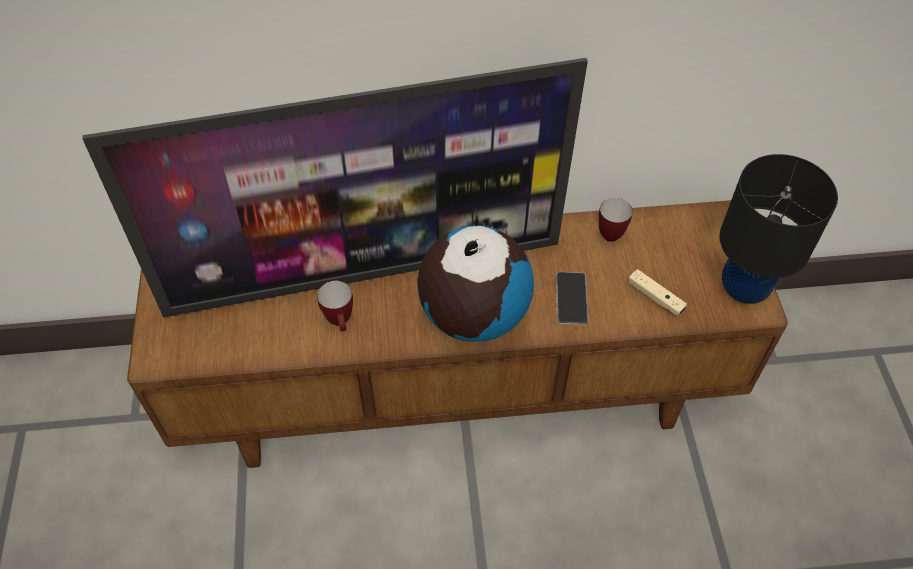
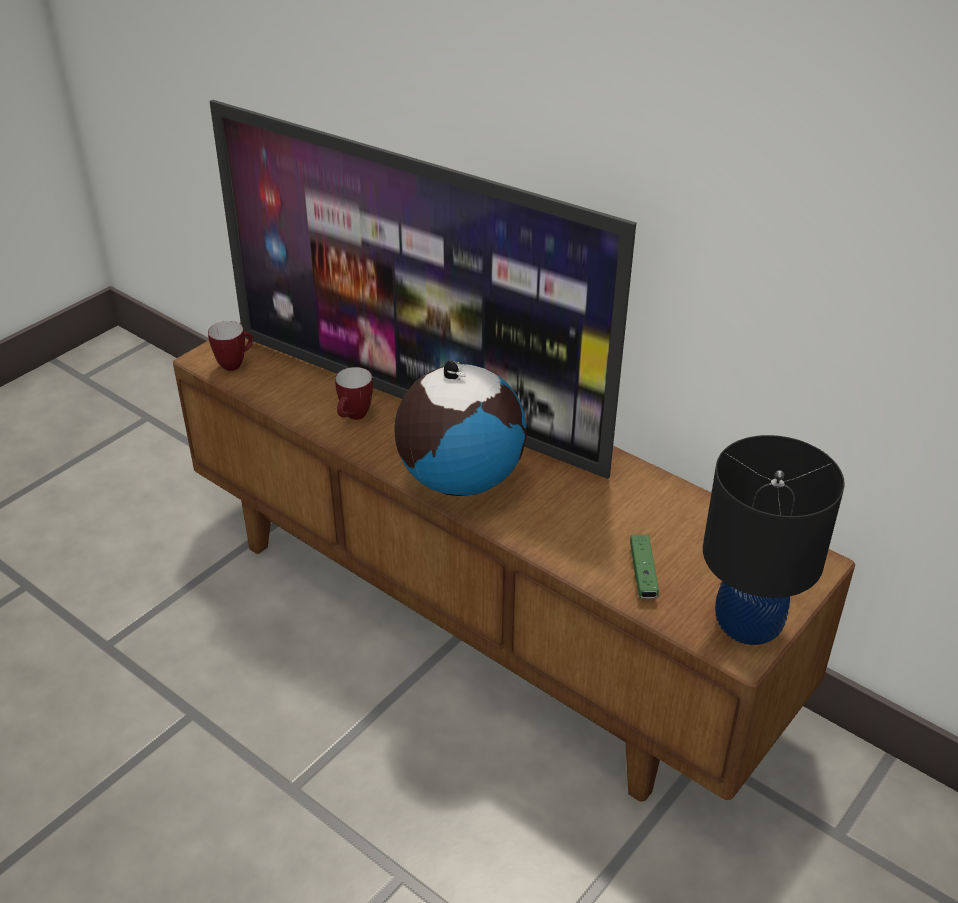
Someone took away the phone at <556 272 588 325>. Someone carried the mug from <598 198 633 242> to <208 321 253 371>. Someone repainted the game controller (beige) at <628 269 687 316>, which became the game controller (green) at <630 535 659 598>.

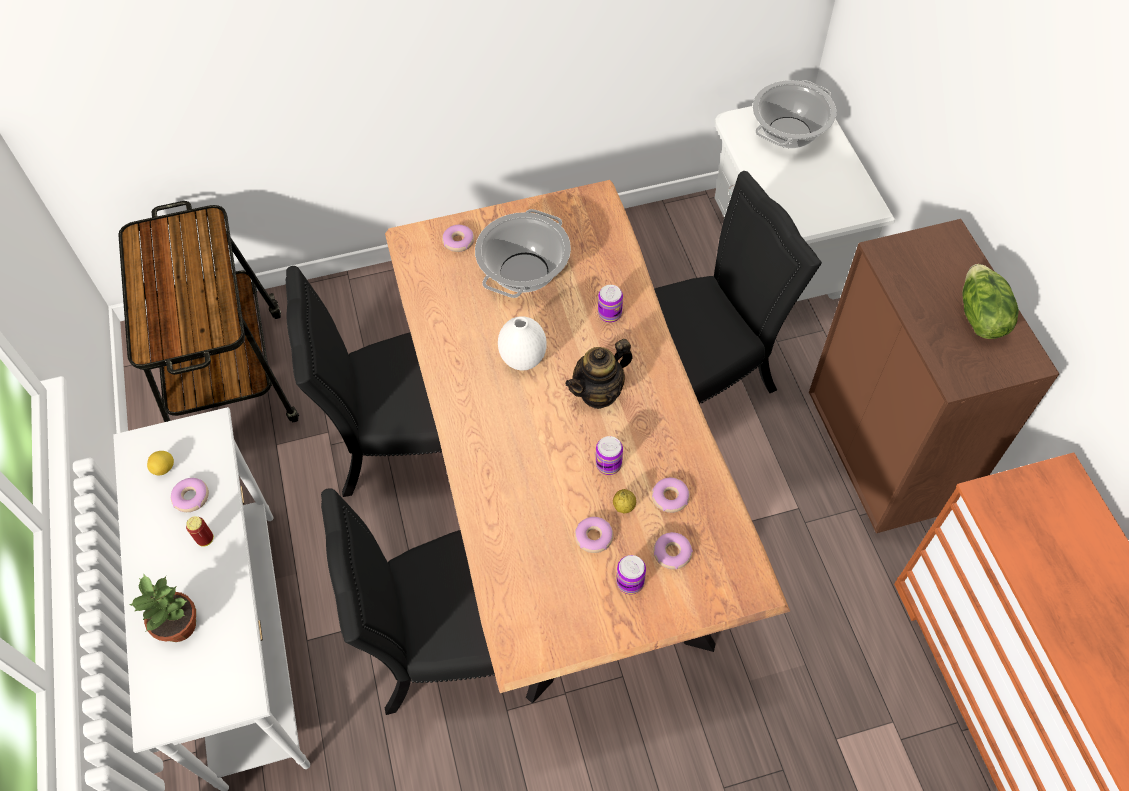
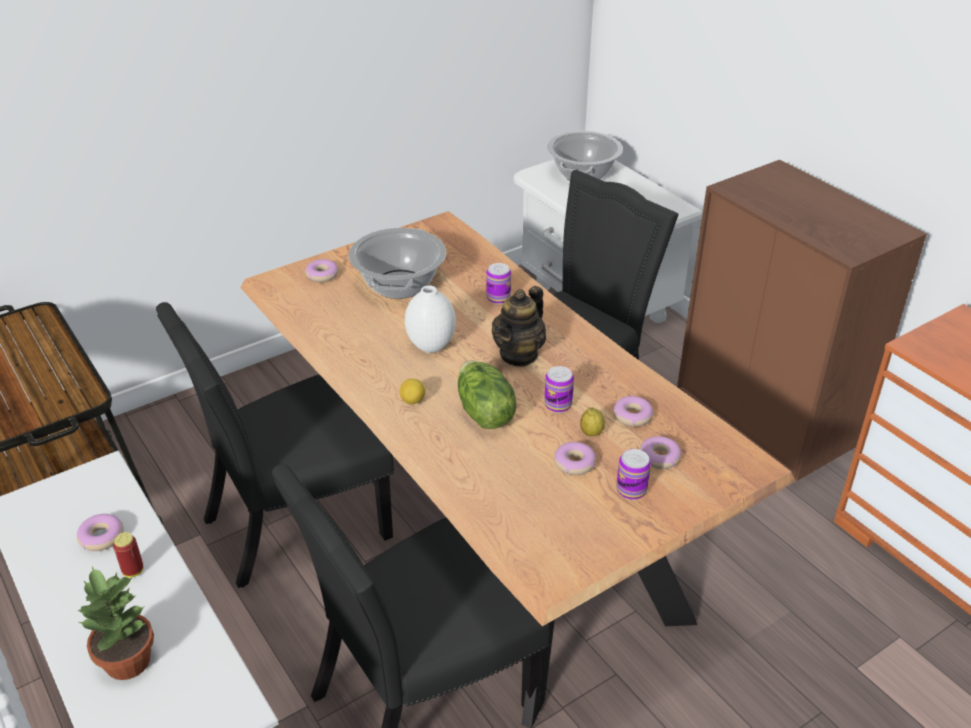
Someone carried the lemon from <147 451 174 475> to <400 379 425 404>. Someone carried the lettuce from <962 264 1019 339> to <458 361 516 429>.

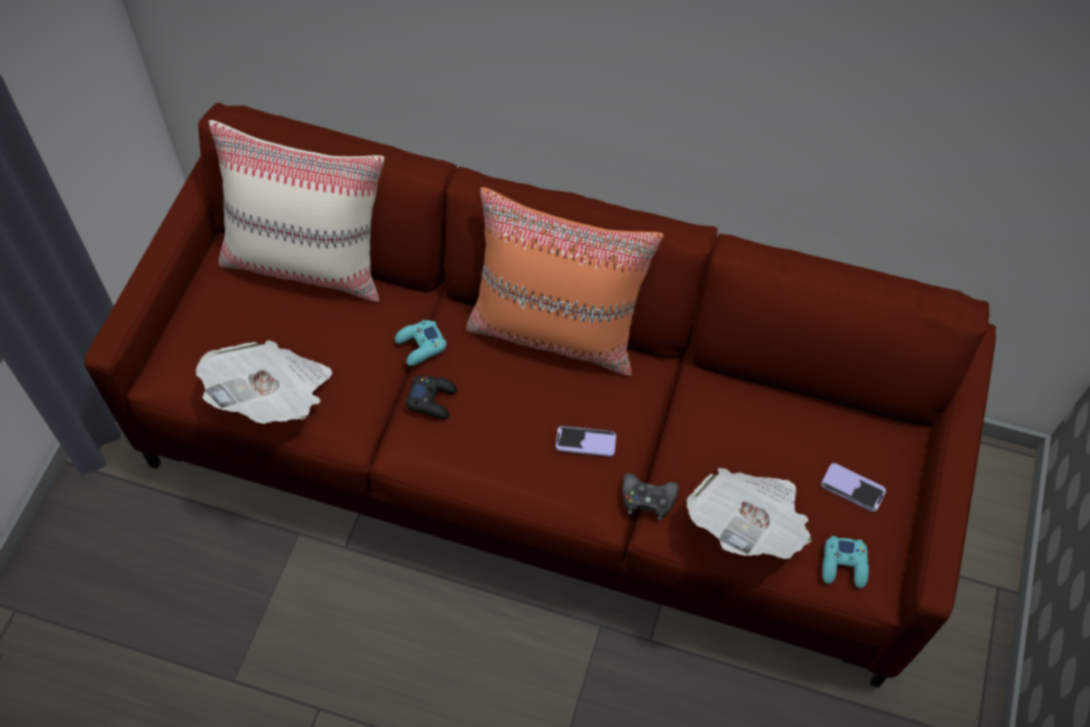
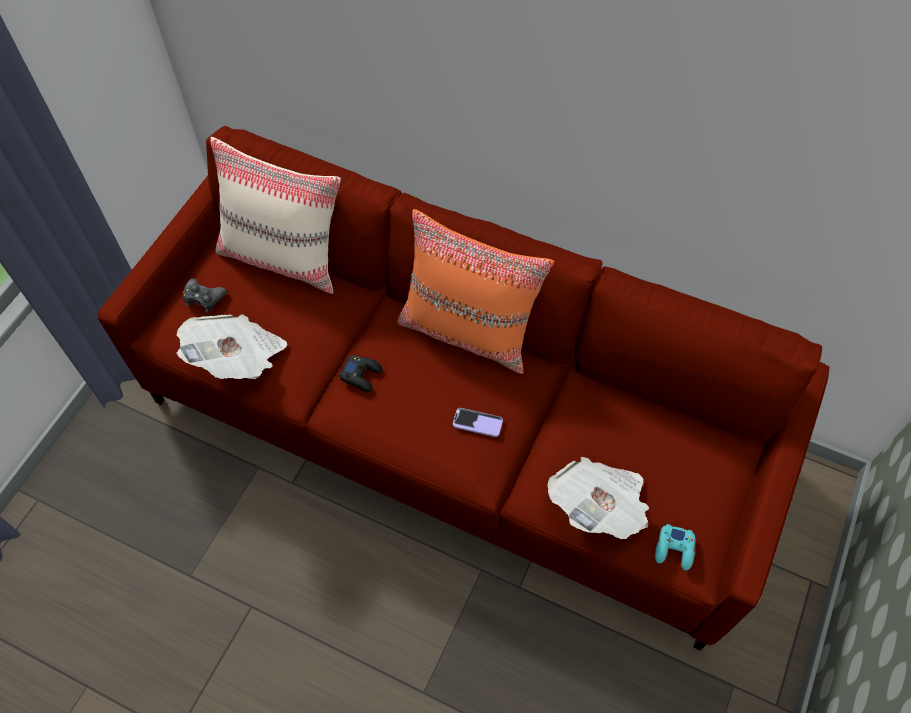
Someone took away the game controller (turquoise) at <395 320 447 366>. Someone took away the phone at <821 463 886 512>. Someone carried the game controller (black) from <622 473 679 520> to <183 278 227 313>.

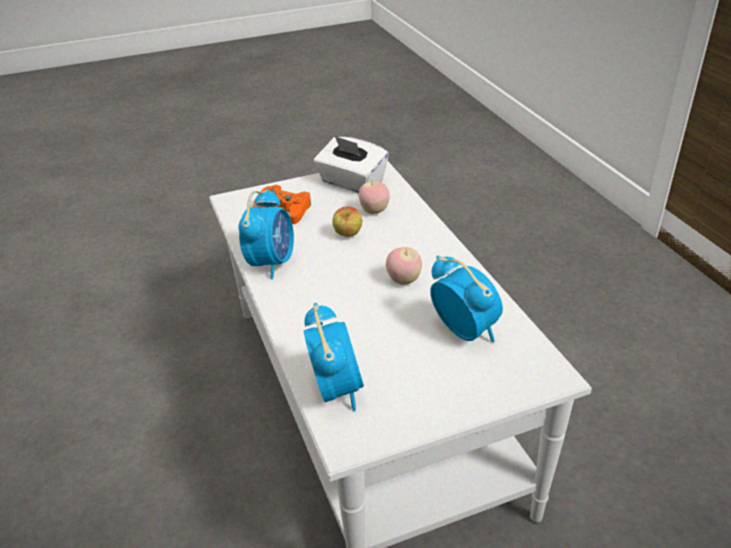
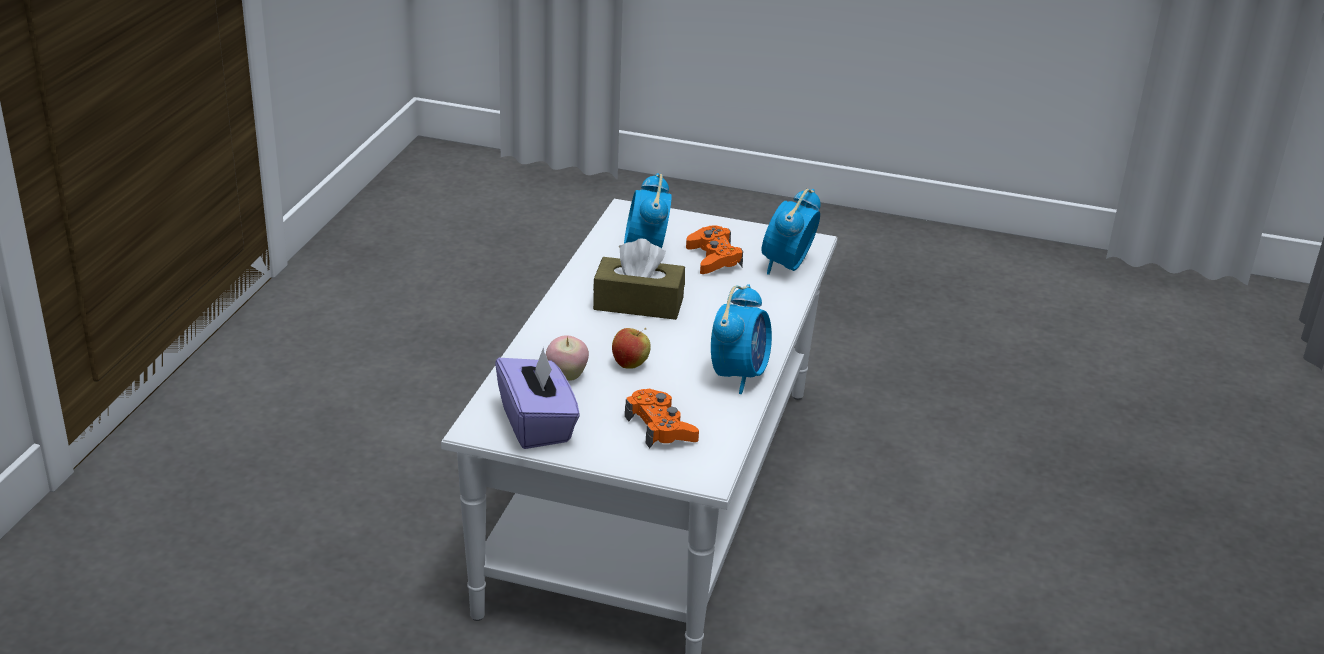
Someone put down the game controller (orange) at <686 225 743 274>. Someone swapped the apple at <386 247 422 285> for the tissue box (brown) at <593 238 685 320>. Someone repainted the tissue box (white) at <314 135 389 193>, which became the tissue box (purple) at <495 347 580 449>. Someone rotated the alarm clock at <239 189 294 279> by 150 degrees clockwise.

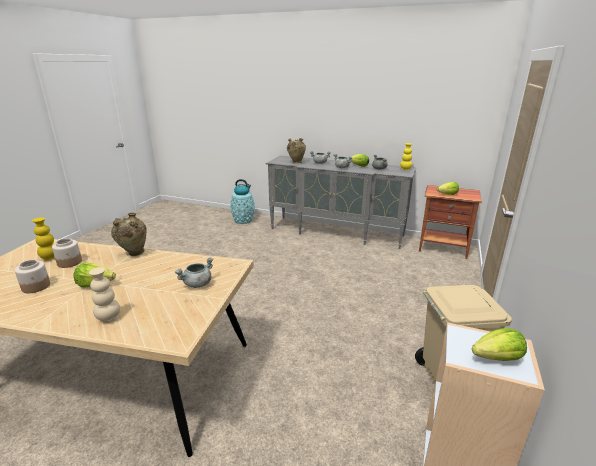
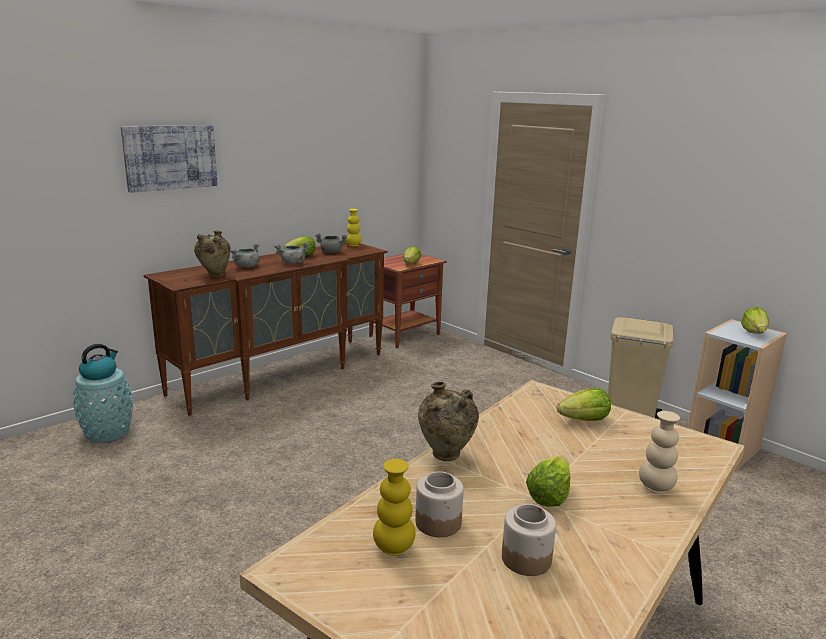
Someone put up the picture at <121 125 218 193>. Someone swapped the cooking pot (grey) at <175 257 214 288> for the lettuce at <557 388 611 421>. Someone repainted the cabinet (grey) at <266 155 416 249>, which became the cabinet (brown) at <143 242 388 416>.

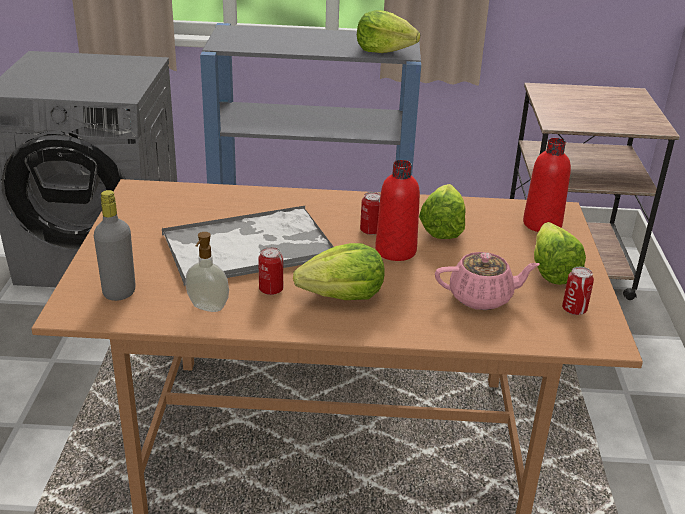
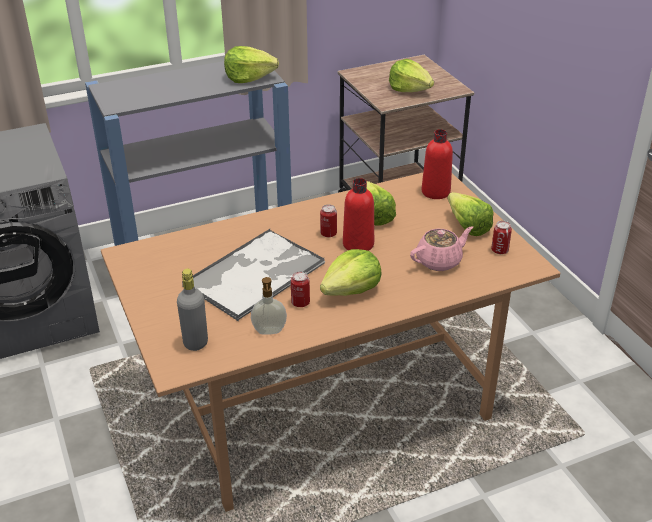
Someone put down the lettuce at <389 59 434 92>.

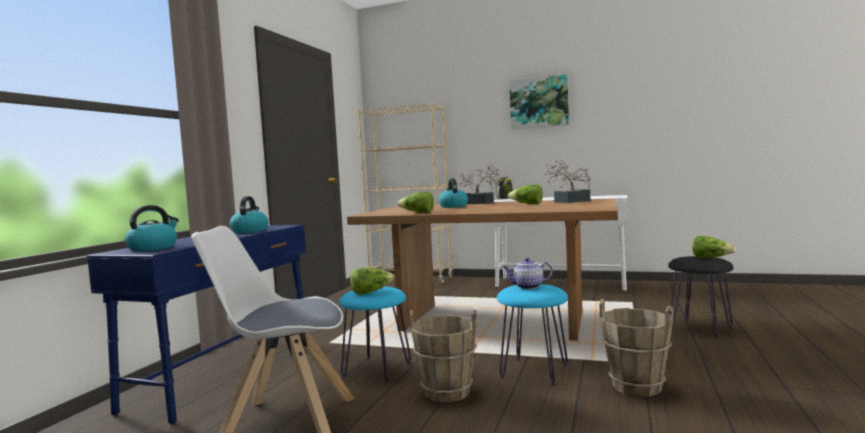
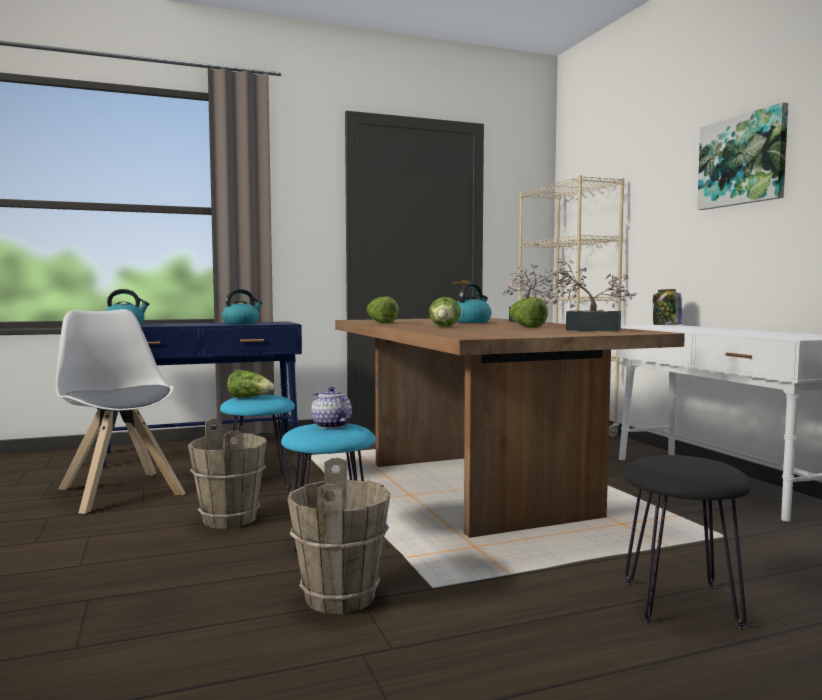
Someone carried the lettuce from <692 236 736 258> to <429 297 461 327>.

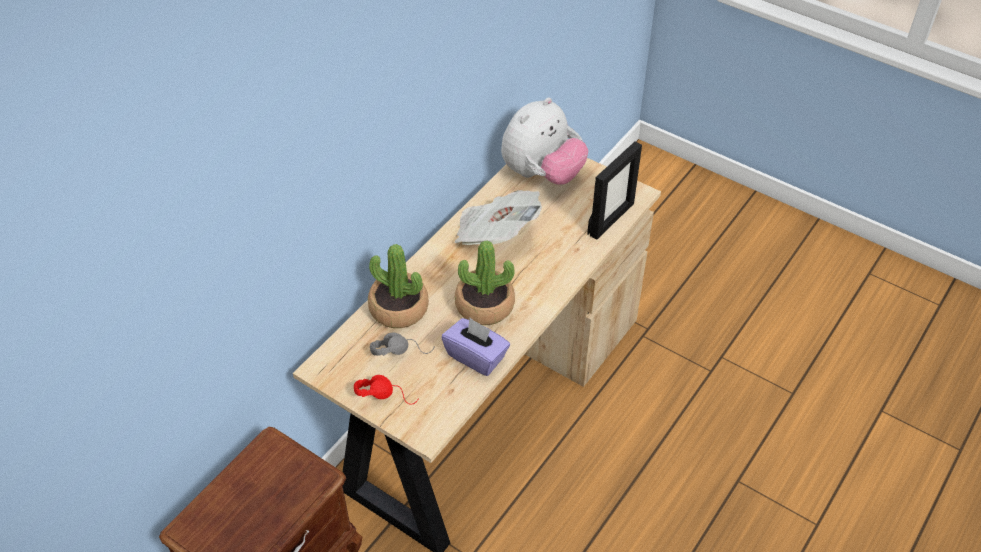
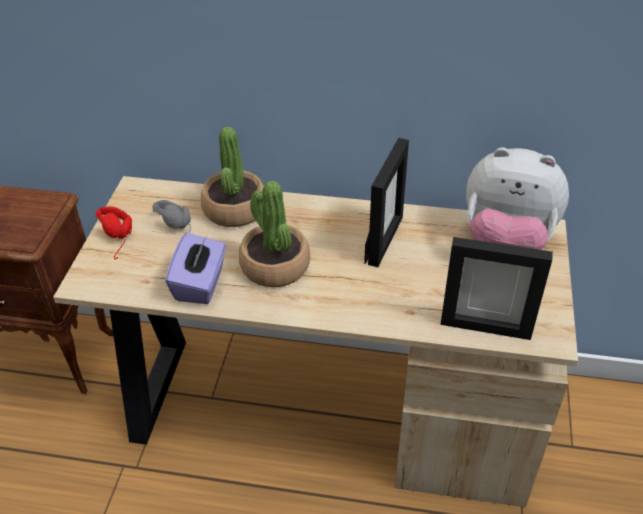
Someone swapped the newspaper at <455 190 542 245> for the picture frame at <364 138 409 267>.

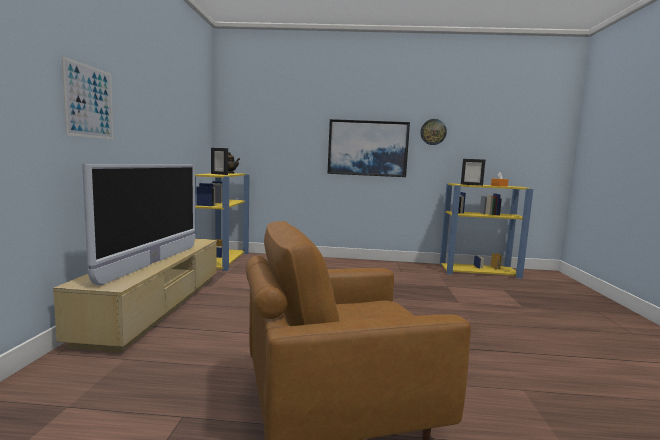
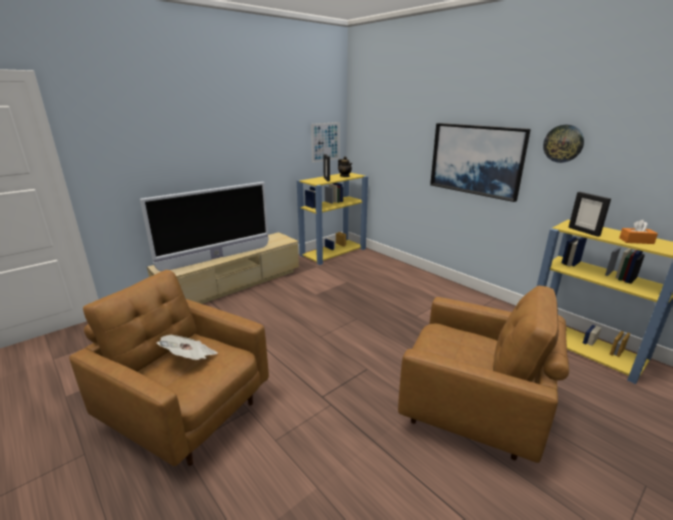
Someone put down the newspaper at <156 335 218 360>. Someone put down the armchair (brown) at <398 286 569 463>. Someone carried the picture from <62 56 114 140> to <311 122 340 163>.

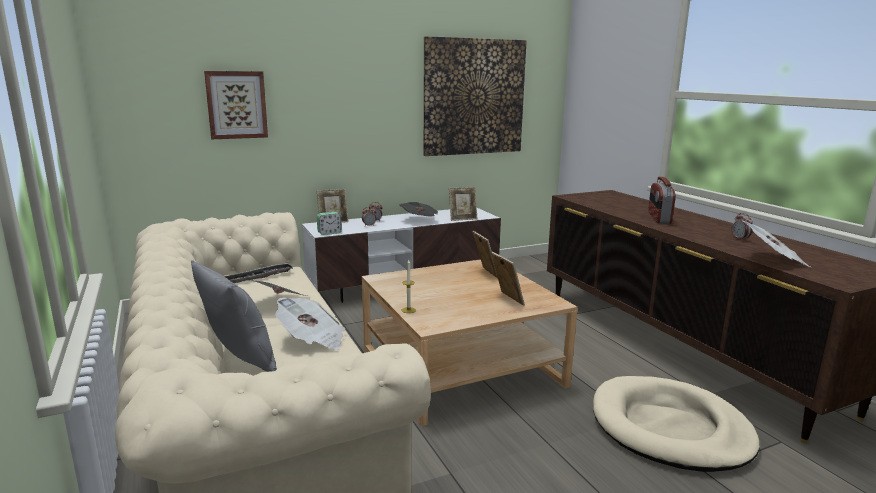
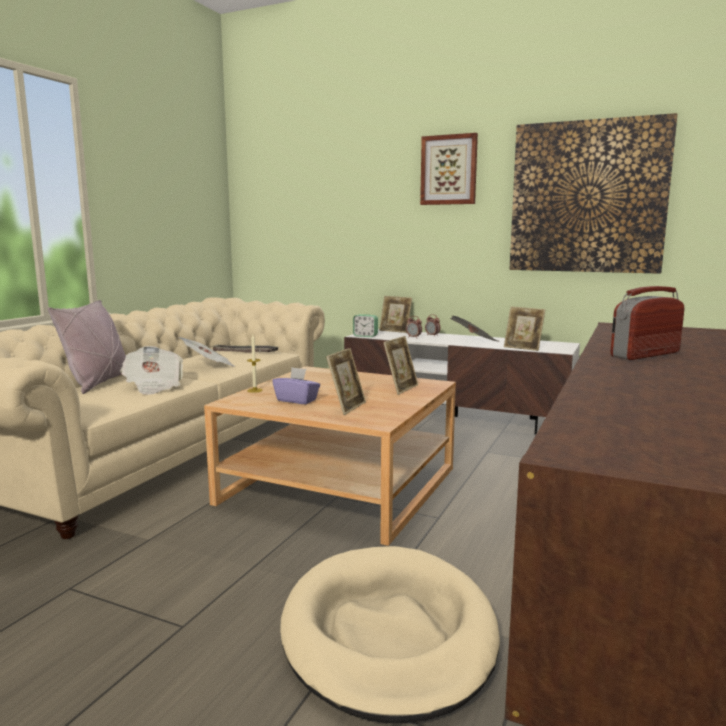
Someone took away the alarm clock at <732 213 753 241>. Someone took away the newspaper at <742 220 810 267>. Someone put down the tissue box (purple) at <272 367 320 404>. Someone carried the picture from <204 71 268 139> to <420 133 478 205>. Someone repainted the pillow (grey) at <191 260 277 372>, which became the pillow (purple) at <48 300 126 394>.

